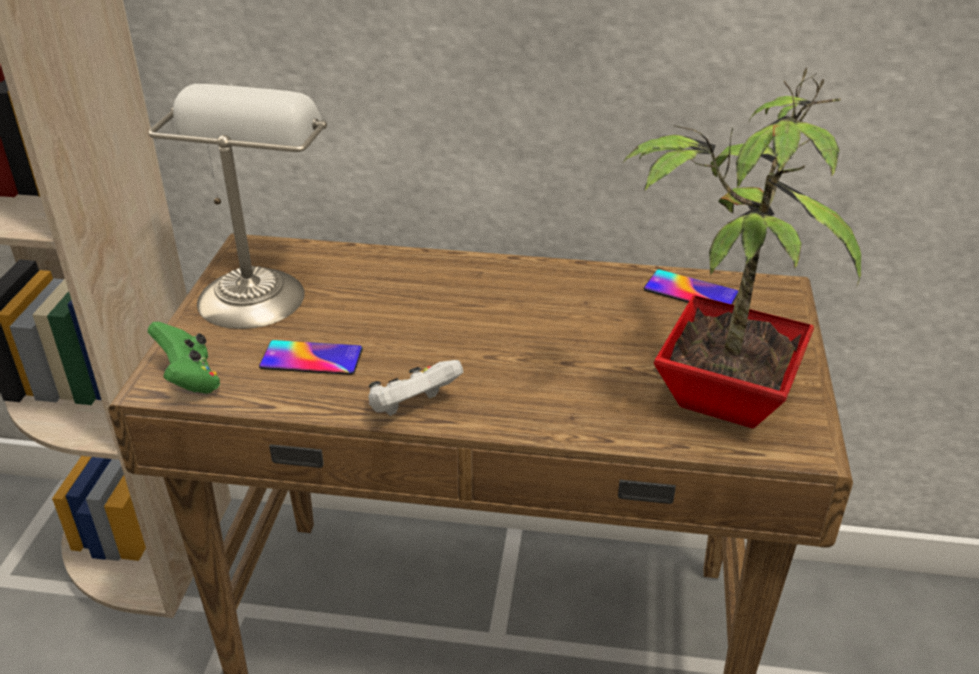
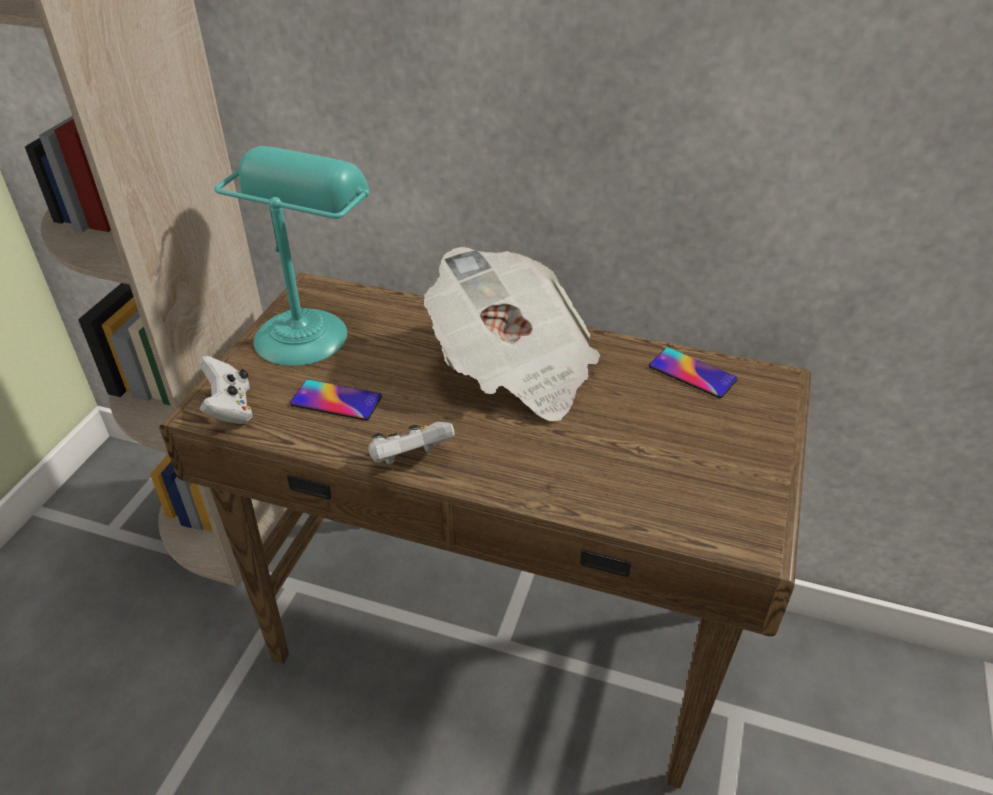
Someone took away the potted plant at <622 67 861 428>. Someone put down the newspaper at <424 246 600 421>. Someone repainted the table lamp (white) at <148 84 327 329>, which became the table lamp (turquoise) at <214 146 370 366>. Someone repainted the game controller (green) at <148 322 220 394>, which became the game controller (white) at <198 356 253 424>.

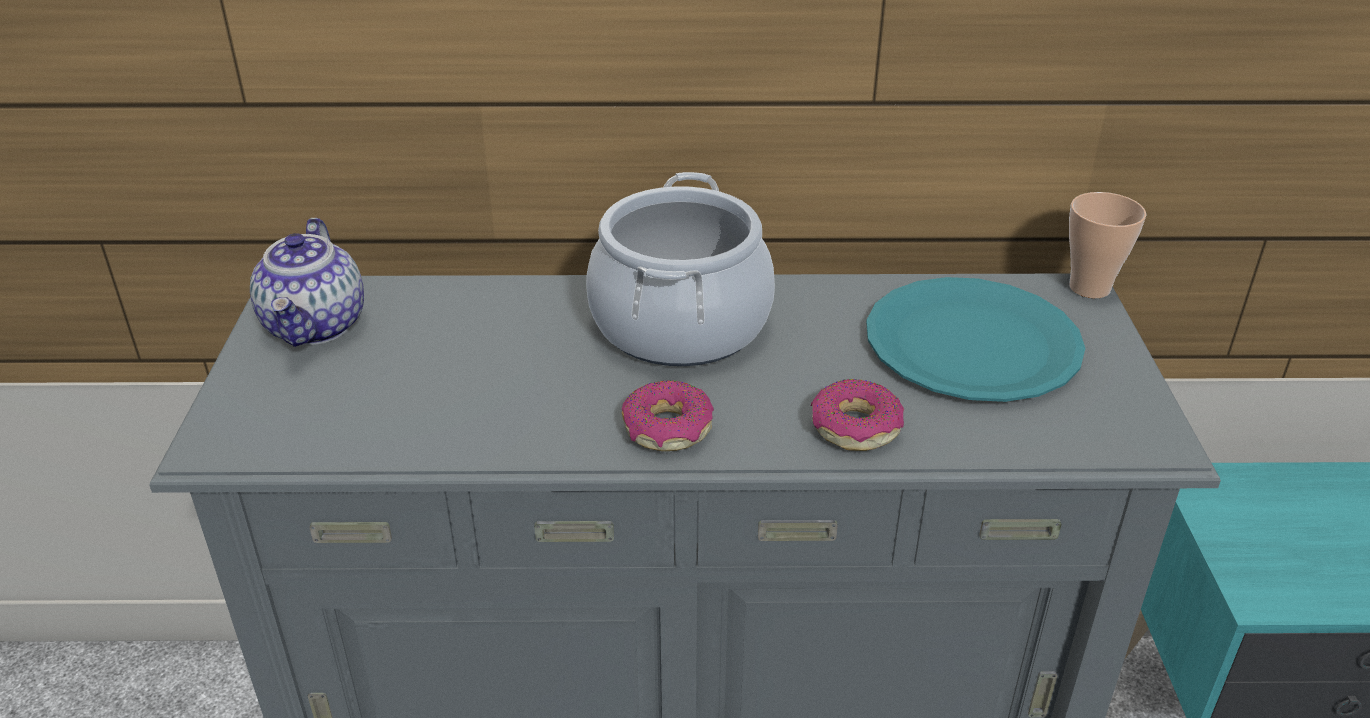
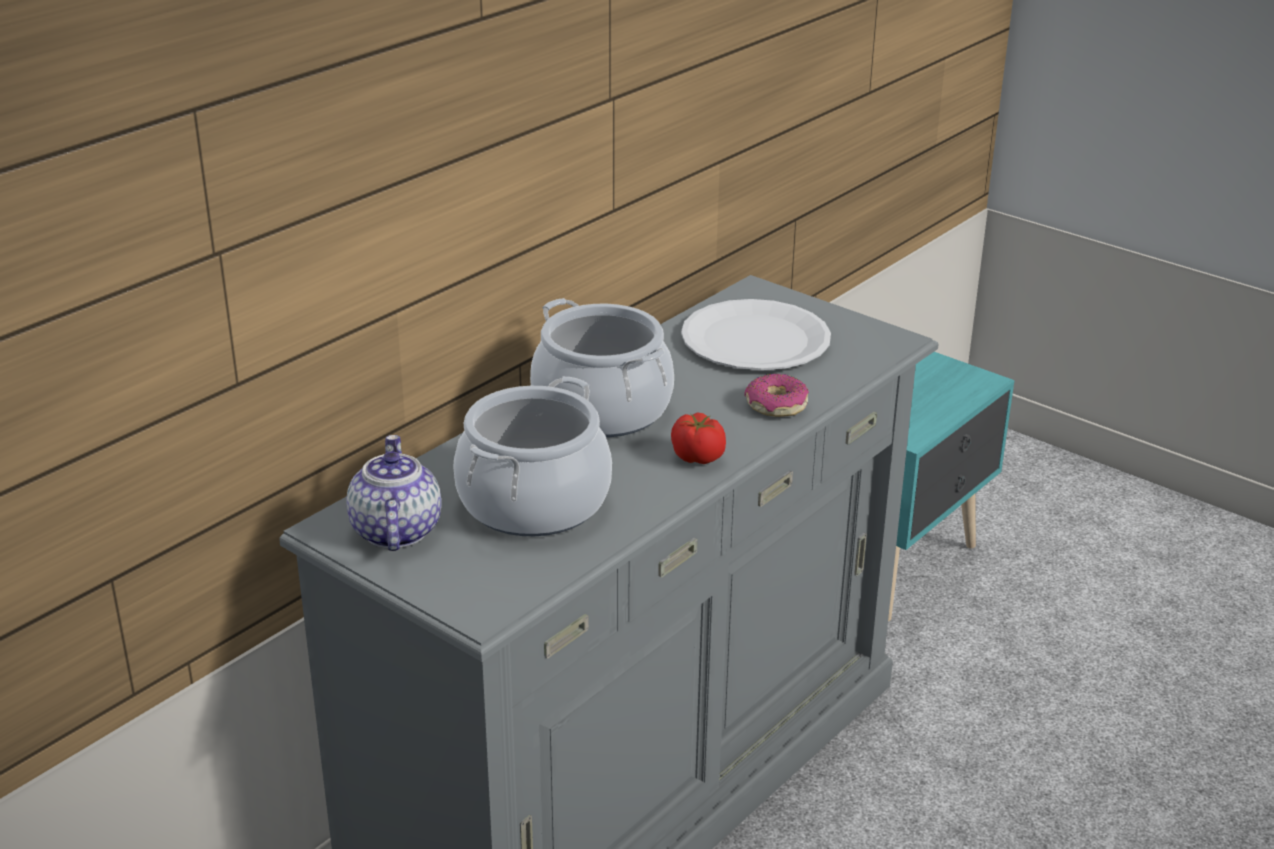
Someone took away the cup at <1069 192 1146 298>. Someone put down the cooking pot at <453 377 612 536>. Someone swapped the donut at <622 380 714 451> for the tomato at <671 412 726 464>. Someone repainted the plate (turquoise) at <866 277 1085 402>, which became the plate (white) at <681 299 831 370>. Someone rotated the teapot at <250 218 364 347> by 135 degrees counterclockwise.

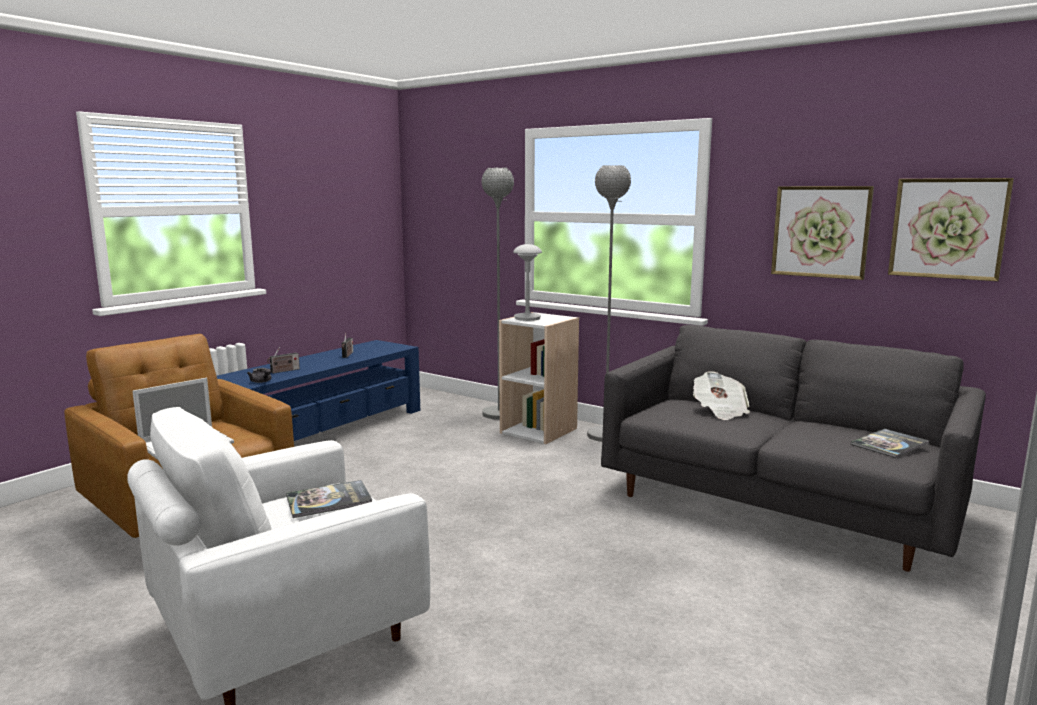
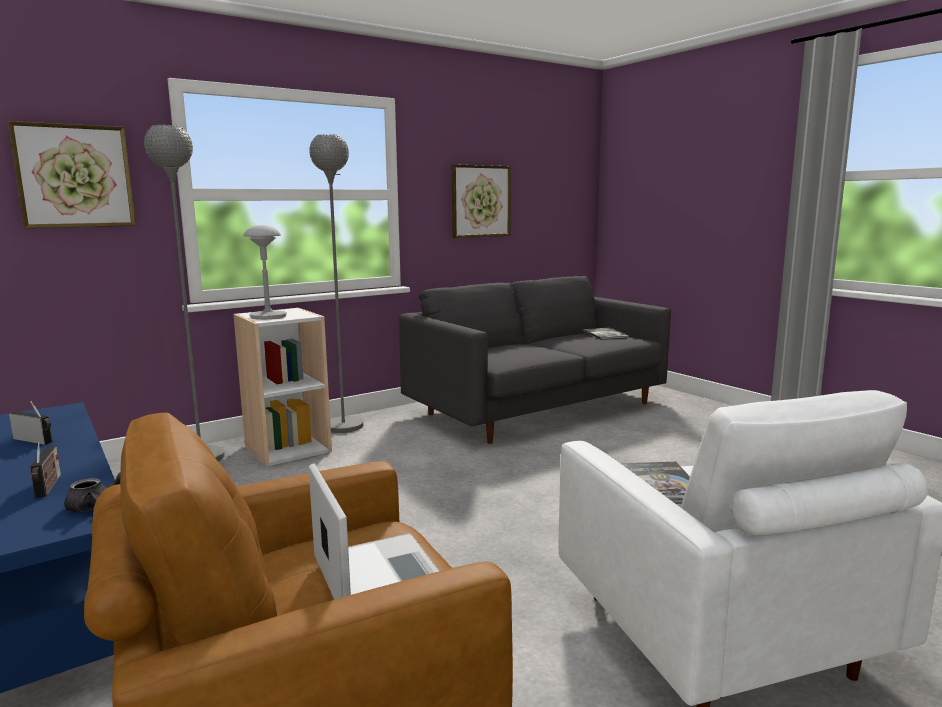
Someone took away the newspaper at <693 371 750 420>. Someone carried the picture from <888 178 1014 281> to <8 121 136 228>.

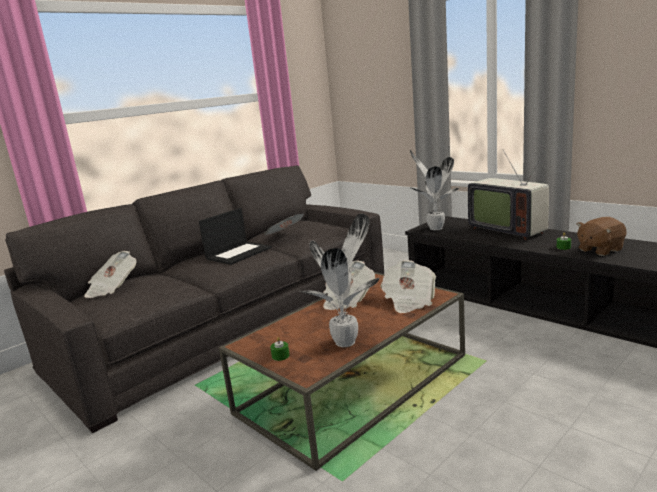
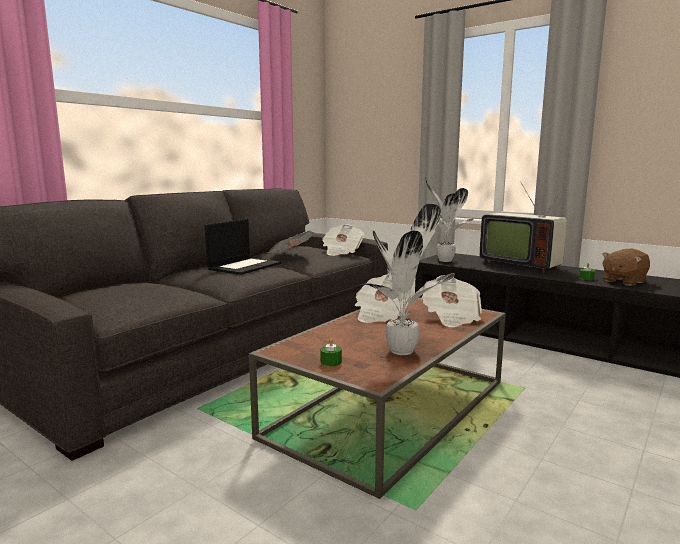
Someone carried the newspaper from <84 251 136 298> to <322 224 365 256>.

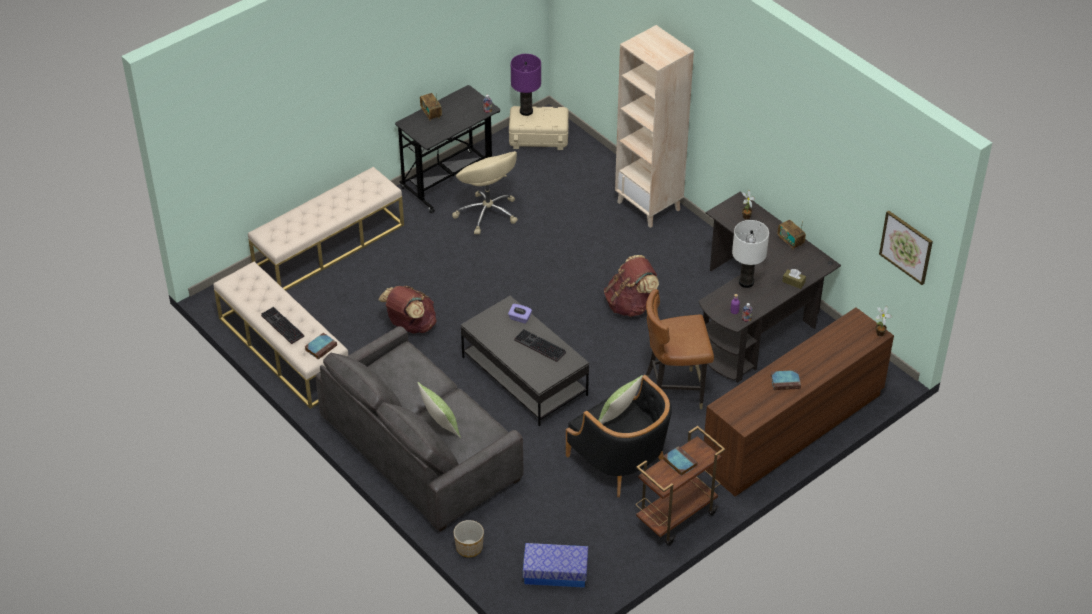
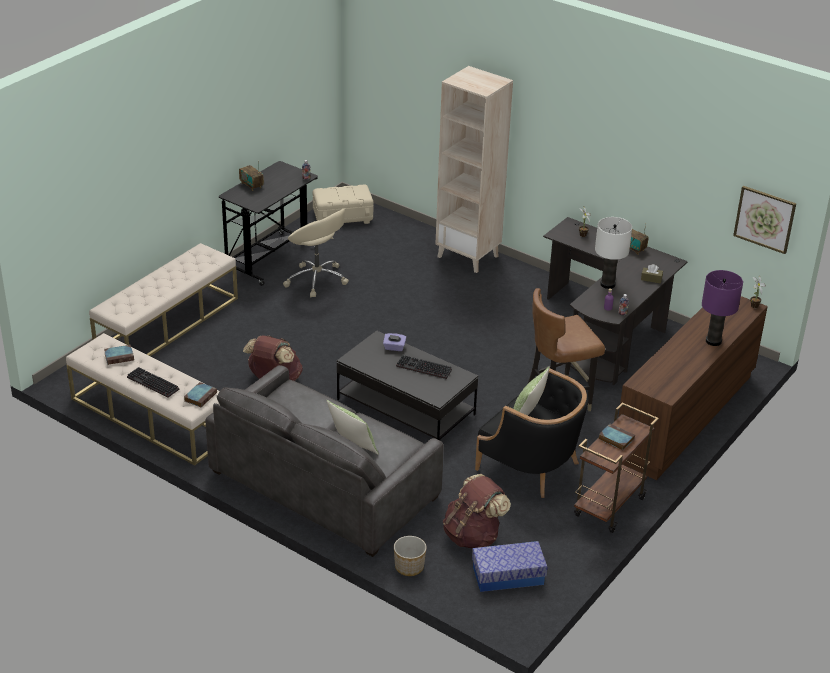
Someone carried the table lamp (purple) from <511 54 541 116> to <702 270 743 346>. Someone carried the backpack (brown) from <604 255 659 317> to <443 474 511 549>. Someone carried the book from <770 370 801 390> to <104 345 134 365>.

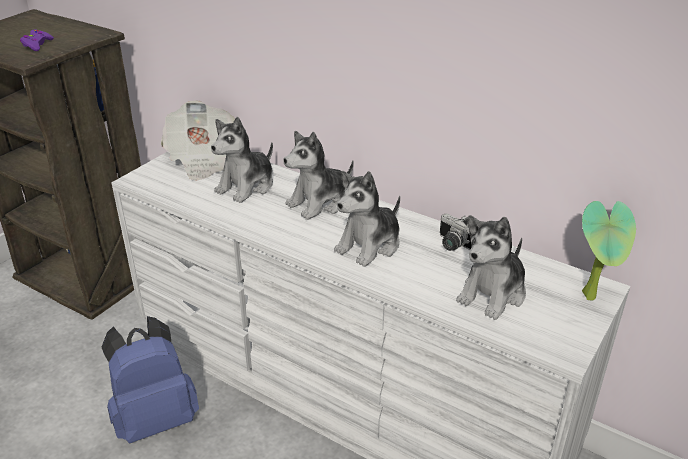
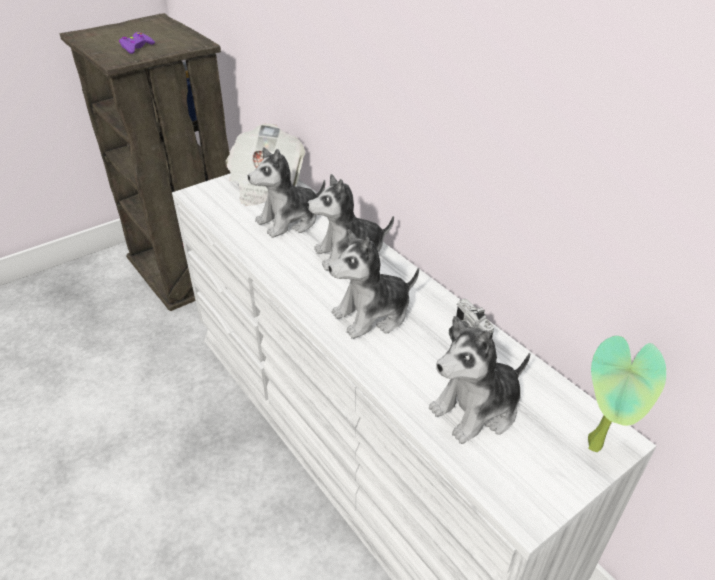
Someone took away the backpack (blue) at <101 316 199 443>.

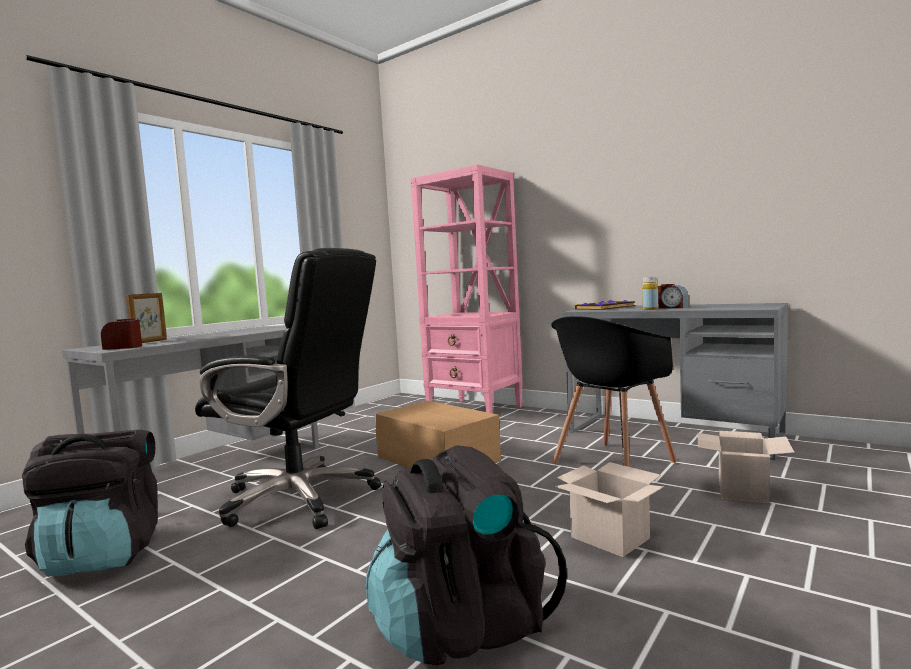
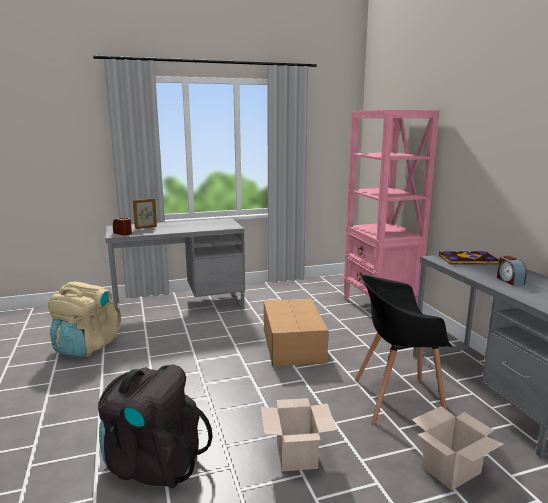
Someone took away the office chair (black) at <195 248 381 529>. Someone took away the bottle (yellow) at <642 277 658 310>. Someone repainted the backpack (black) at <22 430 158 577>, which became the backpack (beige) at <48 282 121 357>.

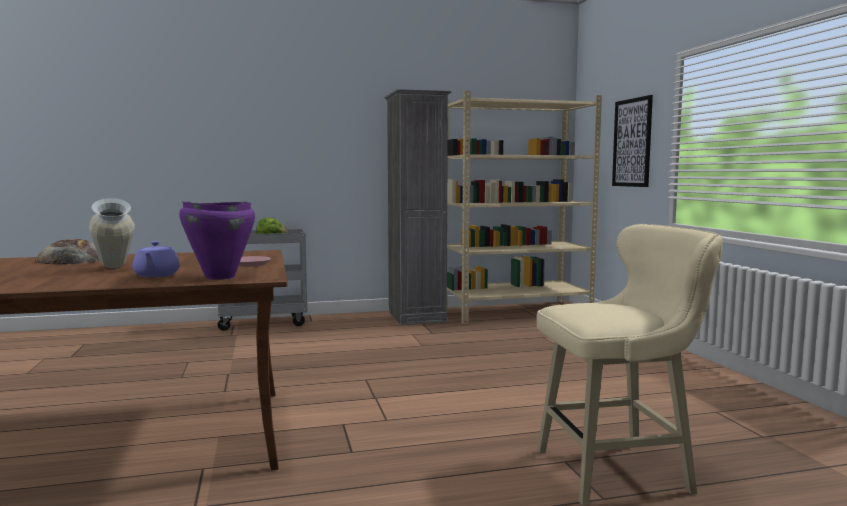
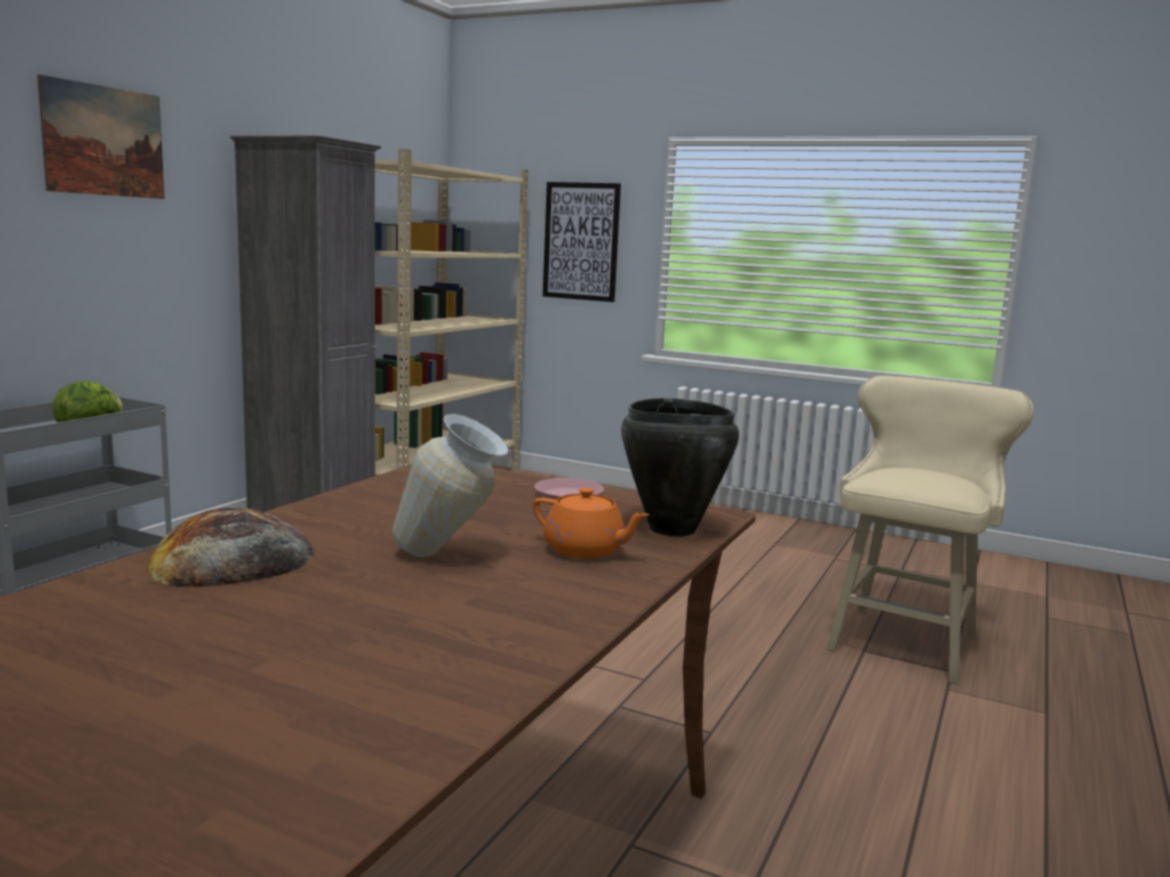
Someone put up the picture at <37 74 165 199>. Someone repainted the teapot (purple) at <132 241 180 277>, which became the teapot (orange) at <533 488 649 558>. Someone repainted the cooking pot (purple) at <179 201 255 280>, which became the cooking pot (black) at <621 398 739 537>.

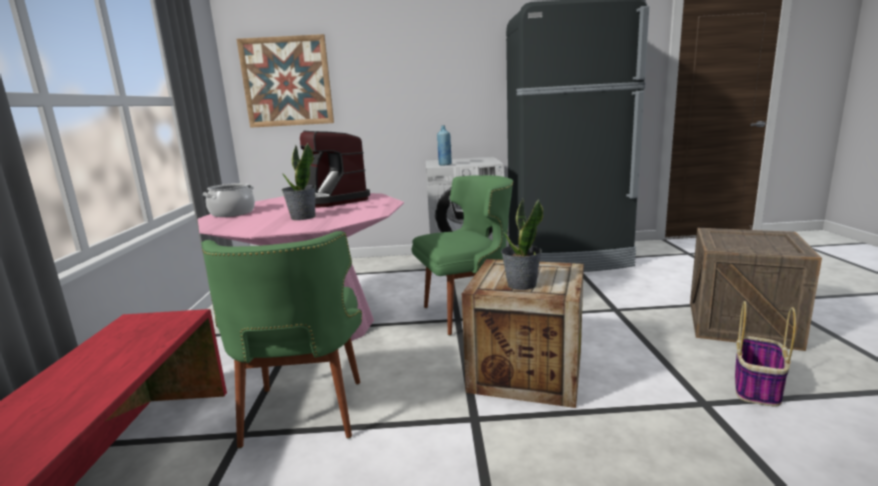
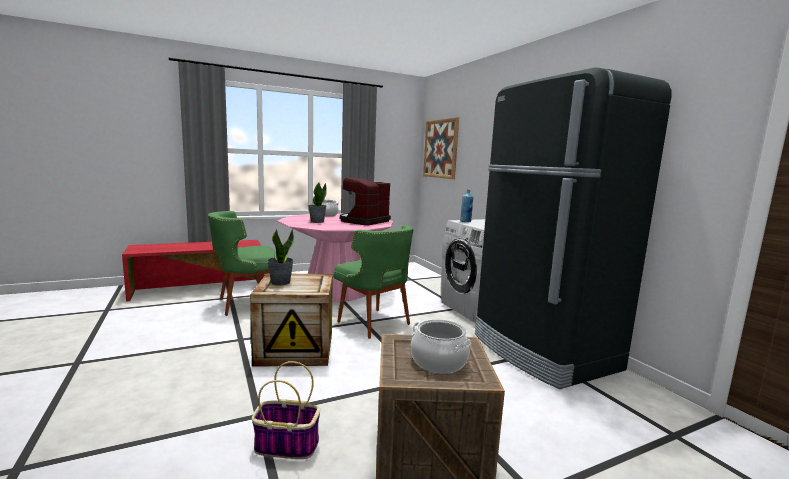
Someone put down the cooking pot at <411 319 471 373>.

